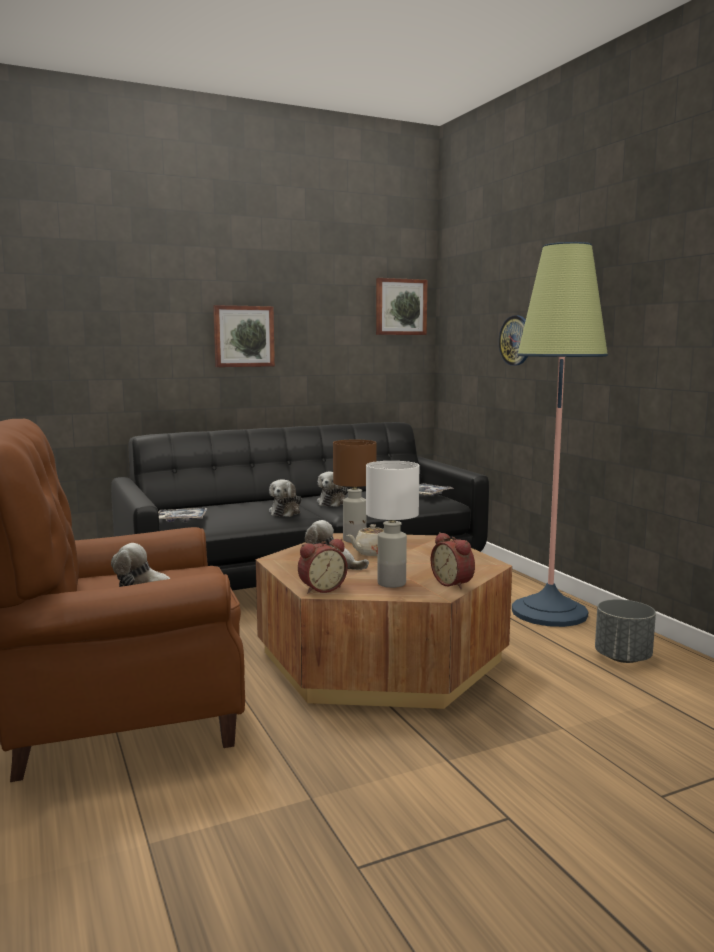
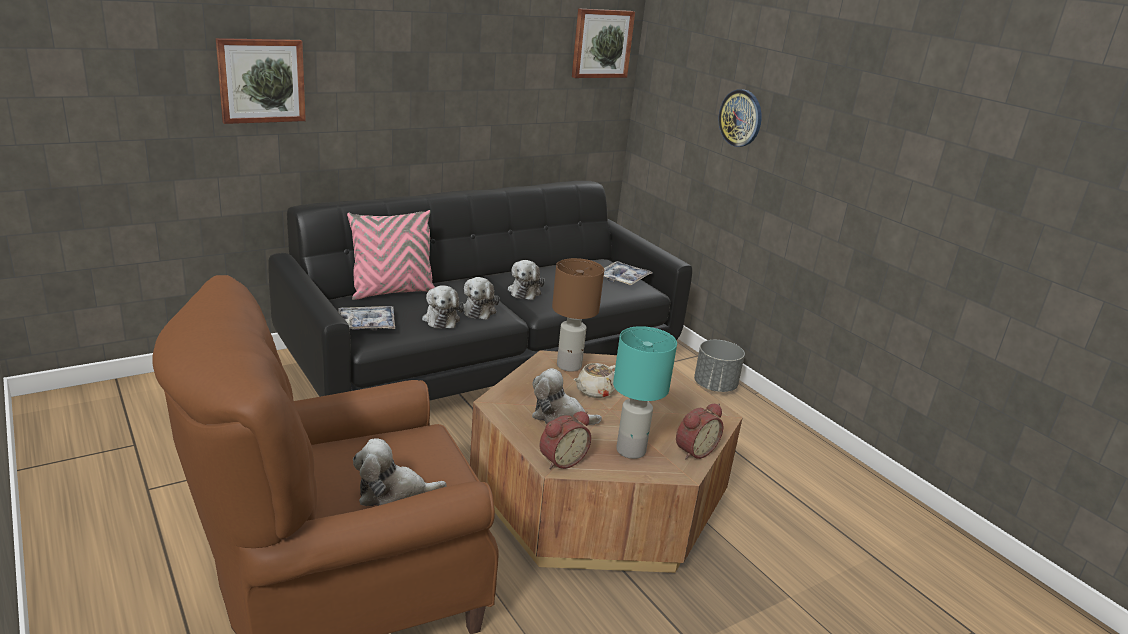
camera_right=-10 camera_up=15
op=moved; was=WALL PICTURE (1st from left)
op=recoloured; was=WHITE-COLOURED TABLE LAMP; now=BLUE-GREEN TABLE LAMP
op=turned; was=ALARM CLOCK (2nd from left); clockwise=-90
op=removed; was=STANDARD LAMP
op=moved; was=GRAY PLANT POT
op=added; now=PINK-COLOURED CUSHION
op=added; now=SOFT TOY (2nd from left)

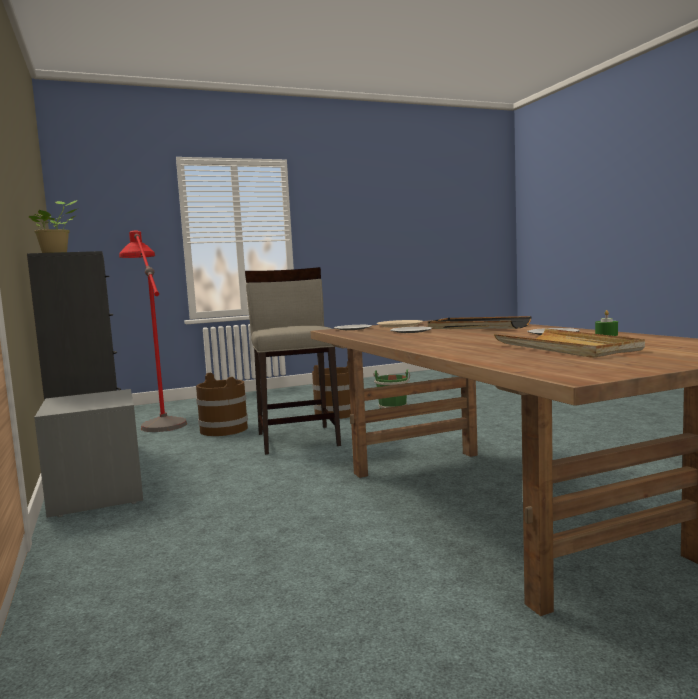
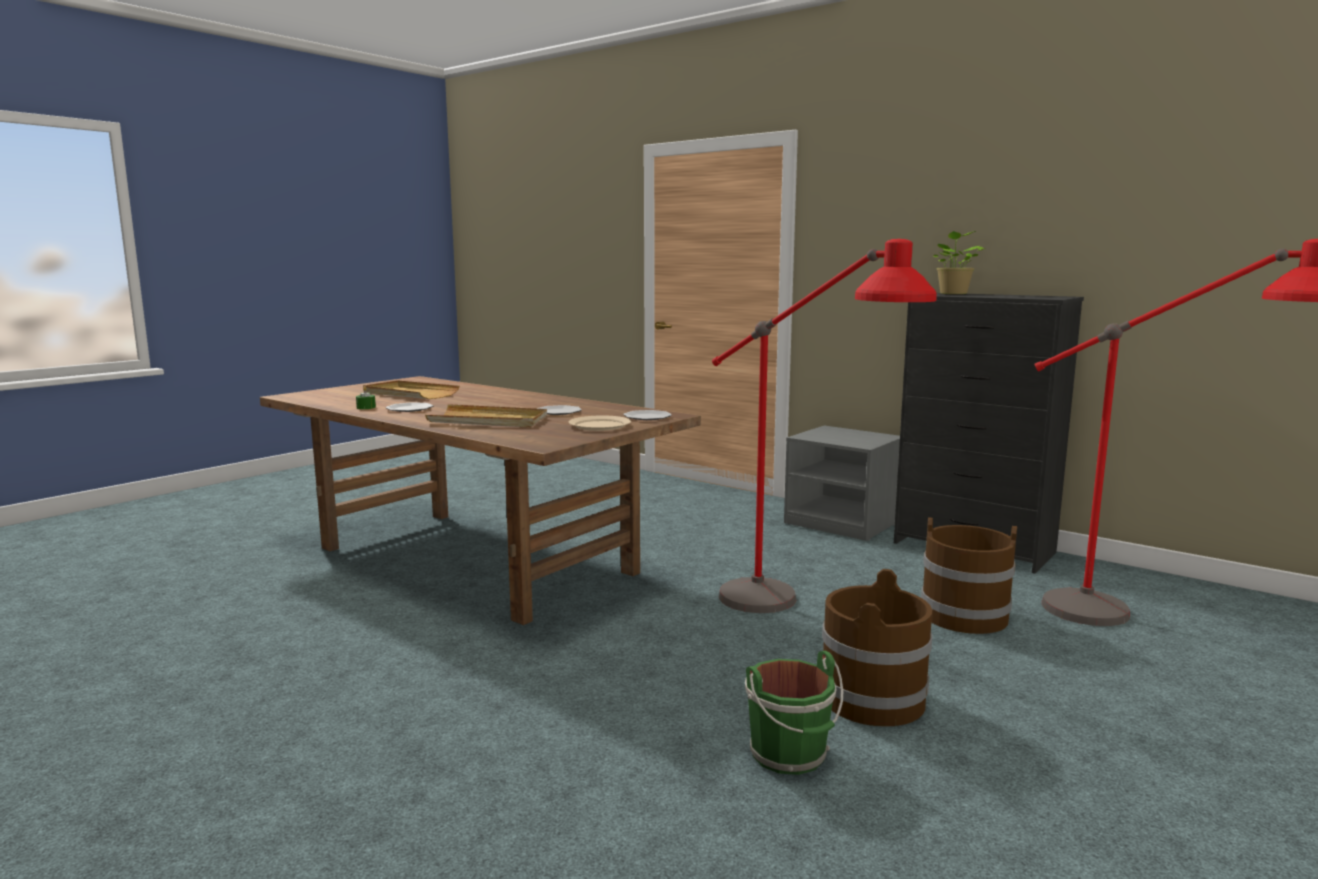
camera_right=150 camera_up=5
op=replaced; was=BEIGE STOOL SEAT; now=REDDISH STANDARD LAMP (1st from left)
op=recoloured; was=BLACKISH TRAY; now=BEIGE TRAY (2nd from left)

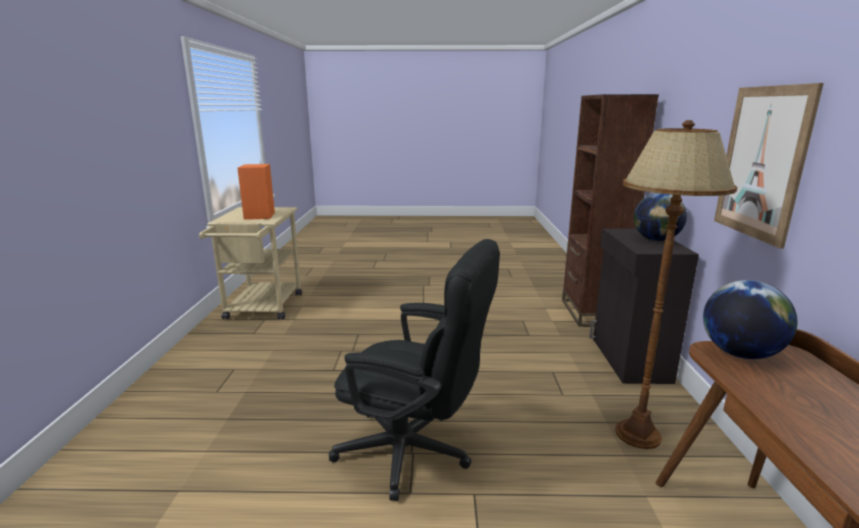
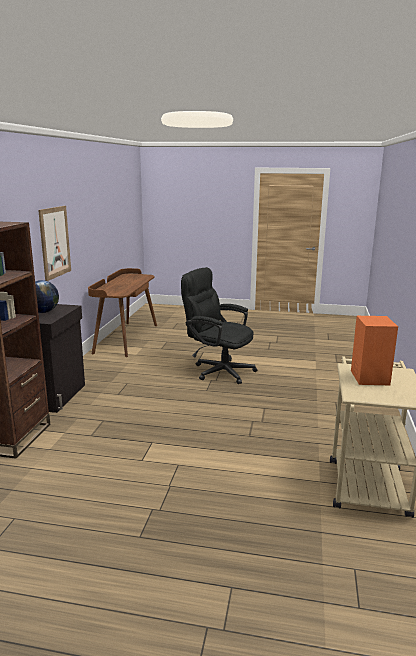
camera_right=-170 camera_up=0
op=removed; was=BROWNISH STANDARD LAMP
op=removed; was=GLOBE (2nd from left)

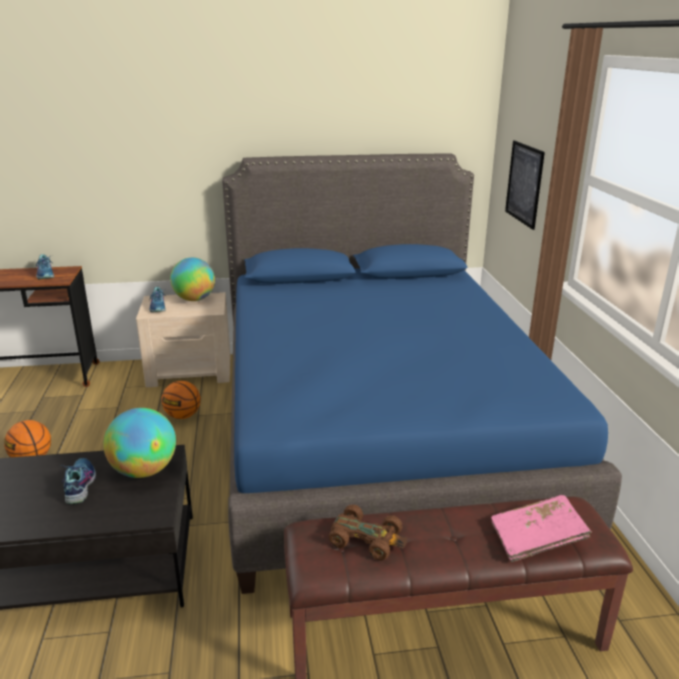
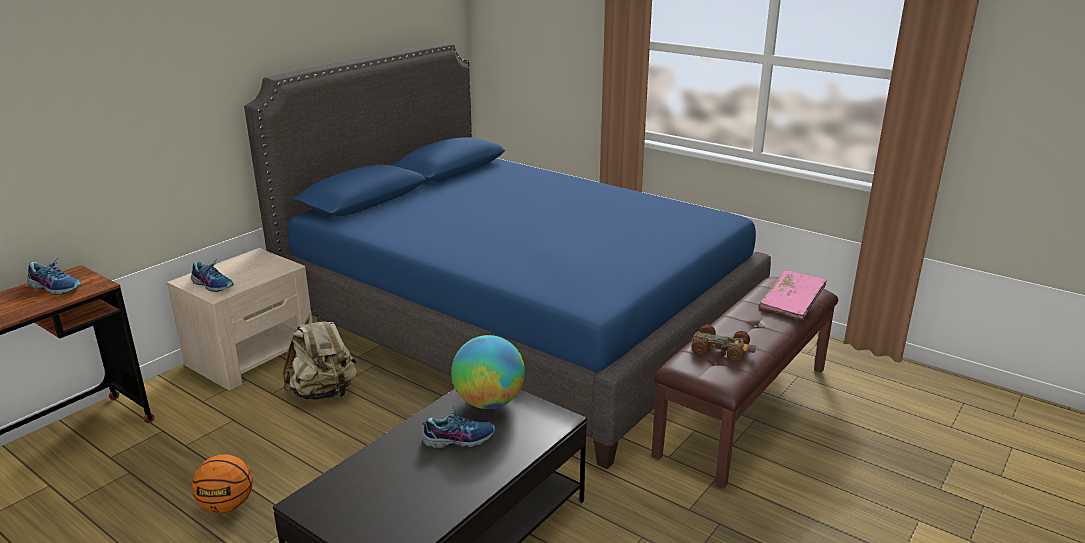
camera_right=-45 camera_up=0
op=turned; was=SHOE (2nd from left in the first image); clockwise=135
op=replaced; was=BASKETBALL BALL (2nd from left); now=BEIGE RUCKSACK
op=removed; was=GLOBE (2nd from left)
op=turned; was=BROWNISH TOY CAR; clockwise=45
op=removed; was=WALL PICTURE

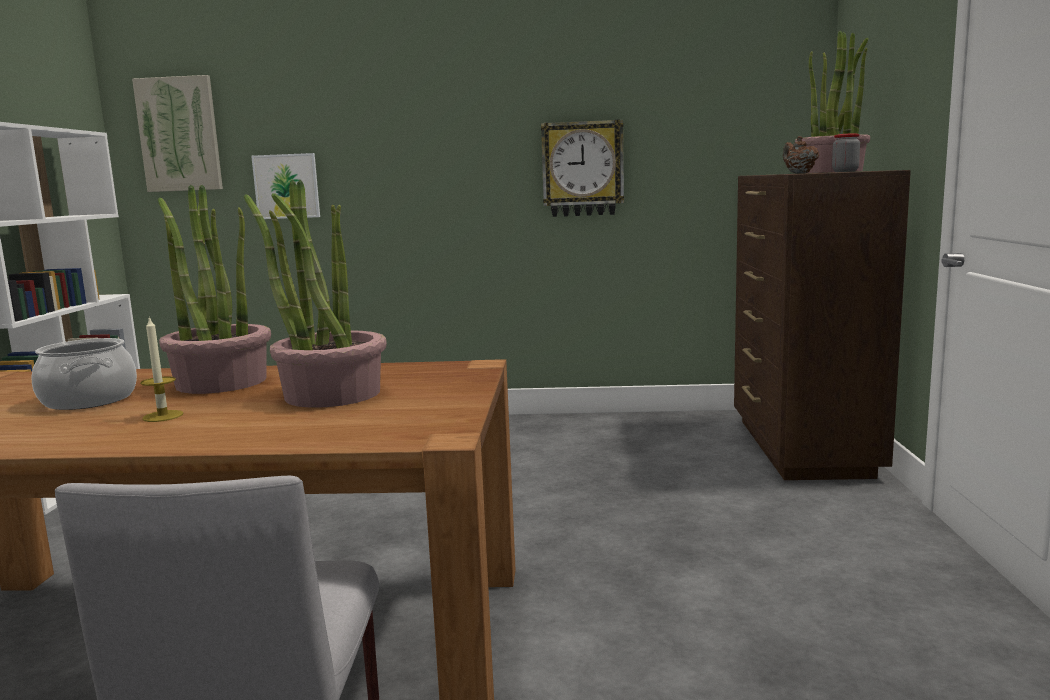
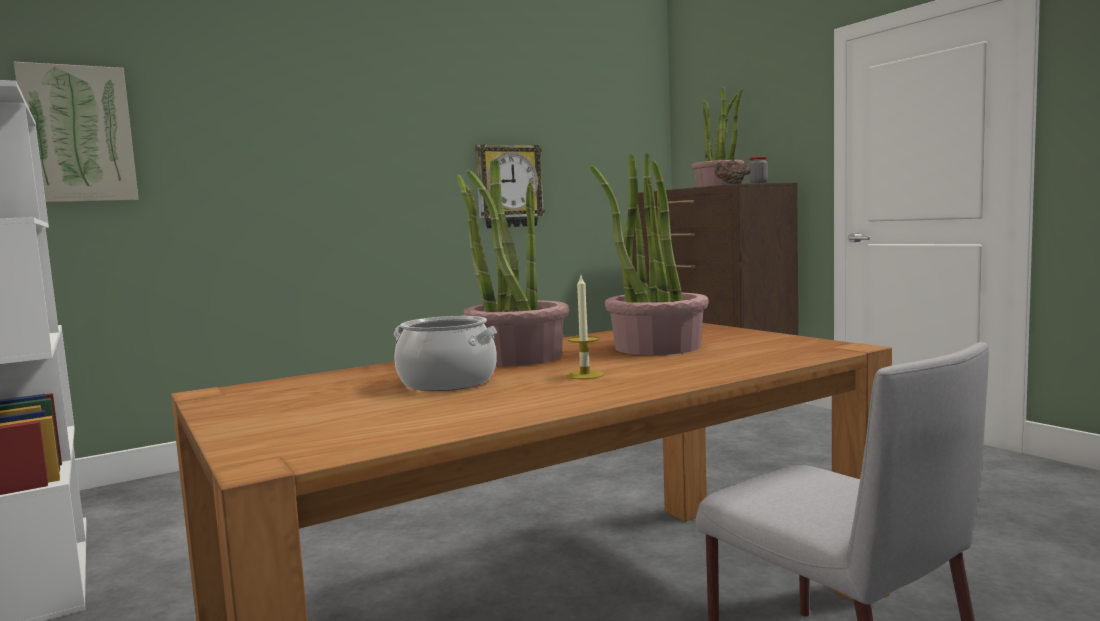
camera_right=-35 camera_up=-5
op=removed; was=WALL PICTURE (2nd from left)

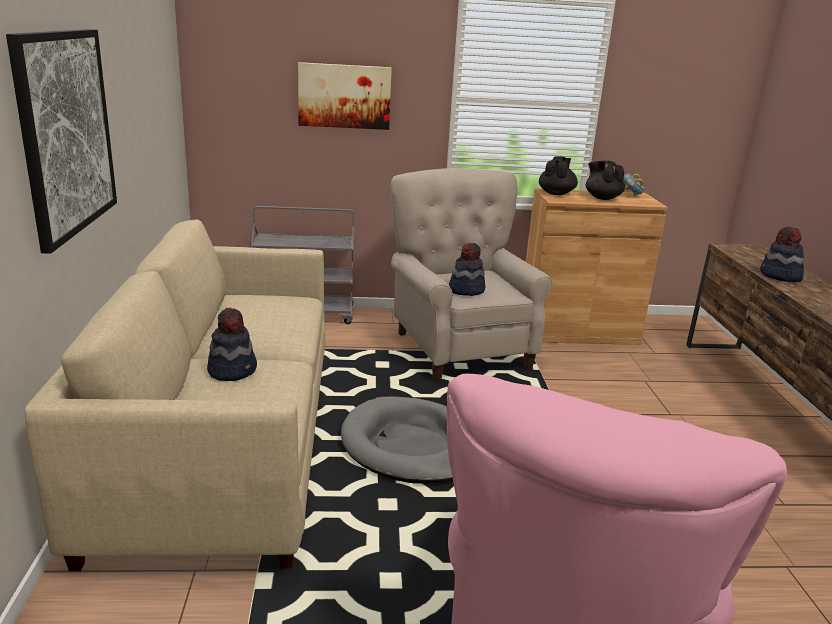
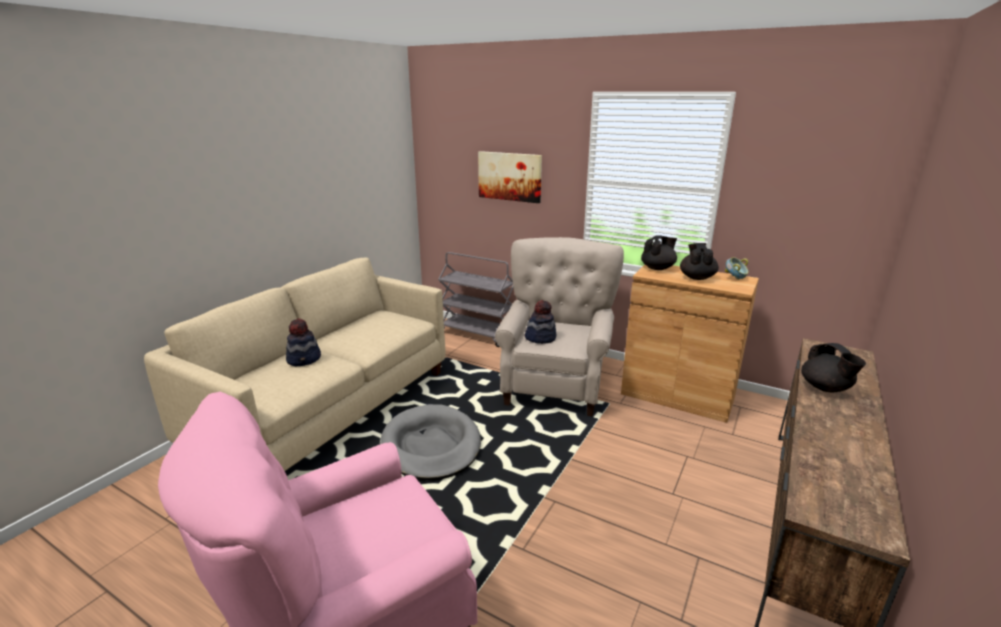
camera_right=35 camera_up=0
op=removed; was=WALL PICTURE (1st from left)
op=replaced; was=CLOTHING HAT (3rd from left); now=BLACKISH TEA POT (3rd from left)

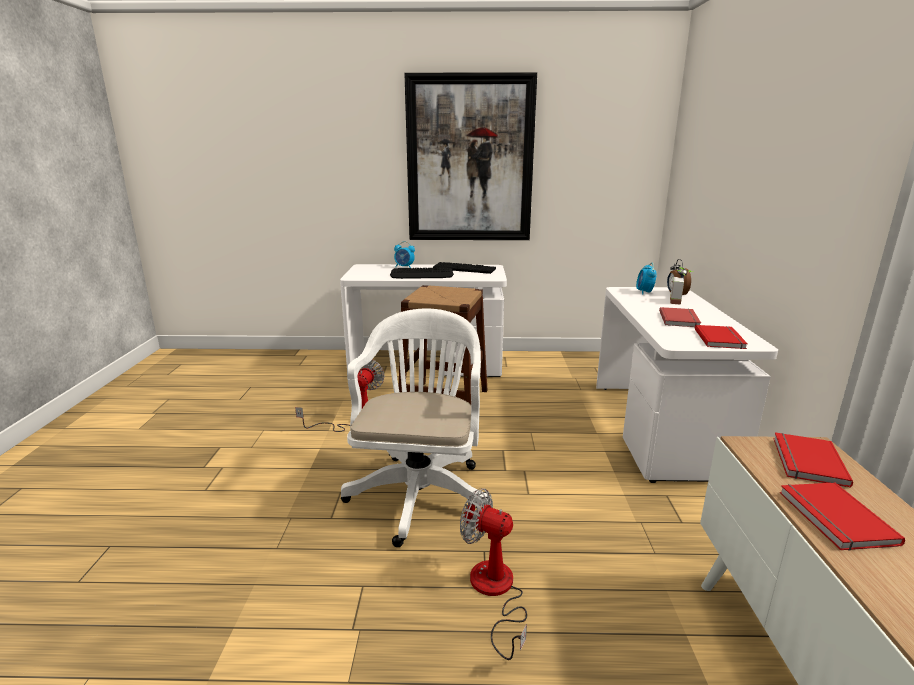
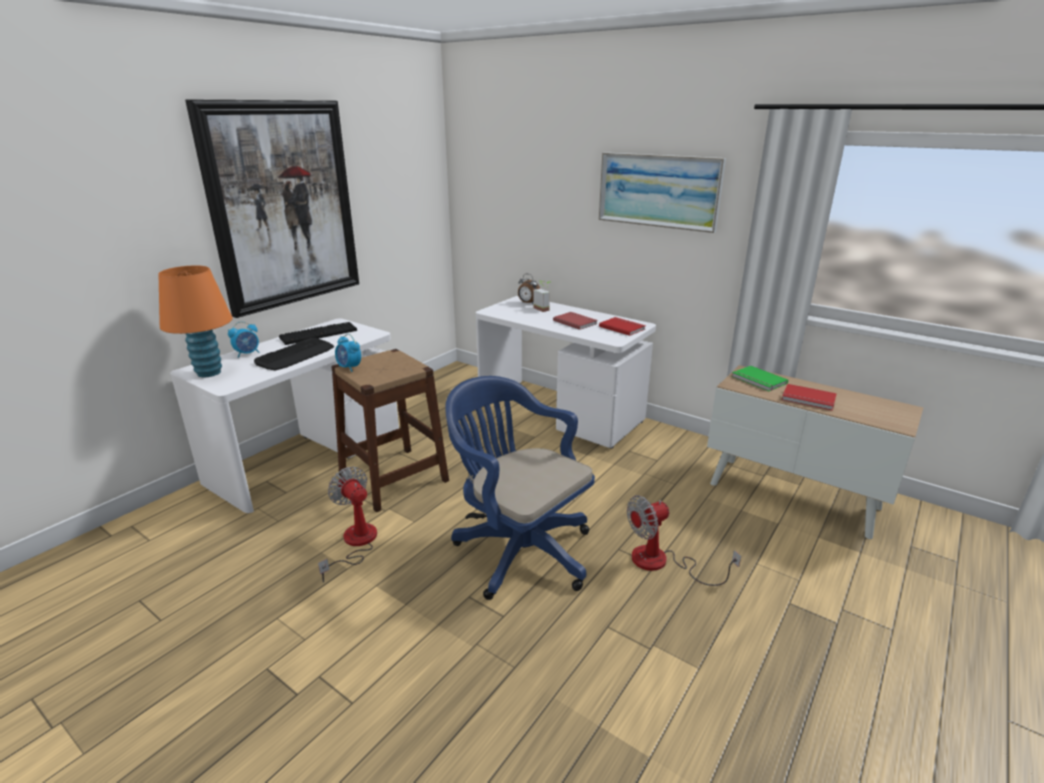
camera_right=-55 camera_up=5
op=recoloured; was=WHITE-COLOURED OFFICE CHAIR; now=BLUE-COLOURED OFFICE CHAIR
op=moved; was=ALARM CLOCK (2nd from left)
op=recoloured; was=REDDISH BOUND BOOK (3rd from left); now=GREEN BOUND BOOK
op=added; now=ORANGE-COLOURED TABLE LAMP
op=added; now=WALL PICTURE (2nd from left)

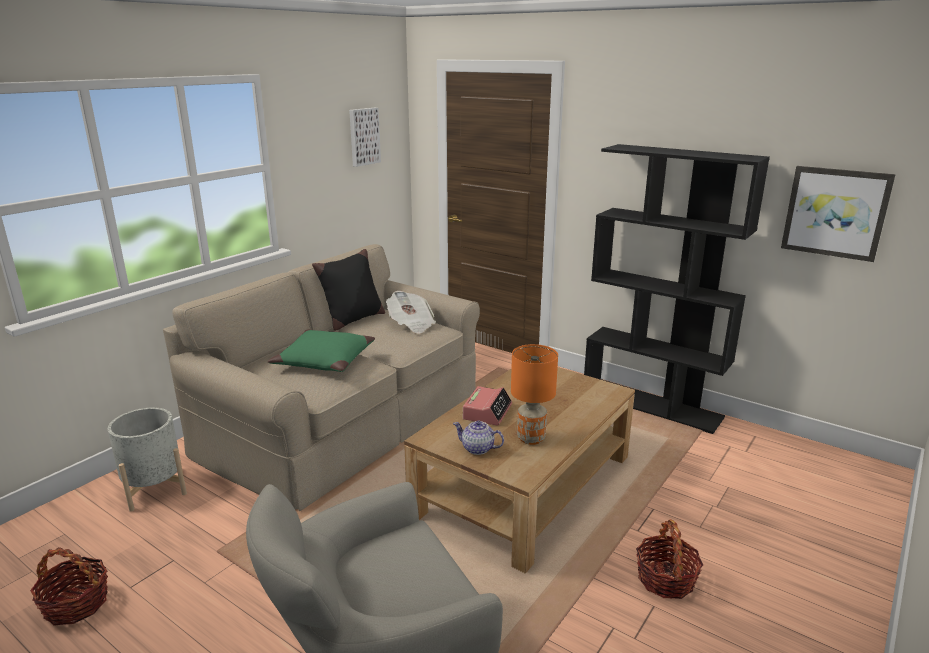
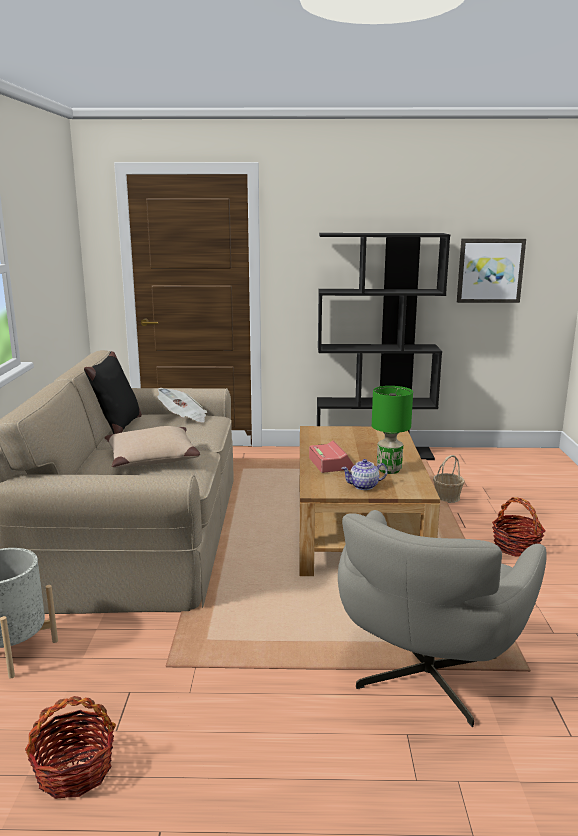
camera_right=-35 camera_up=-5
op=recoloured; was=GREEN CUSHION; now=BEIGE CUSHION
op=removed; was=WALL PICTURE (1st from left)
op=recoloured; was=ORANGE-COLOURED TABLE LAMP; now=GREEN TABLE LAMP
op=added; now=STORAGE BASKET (2nd from left)

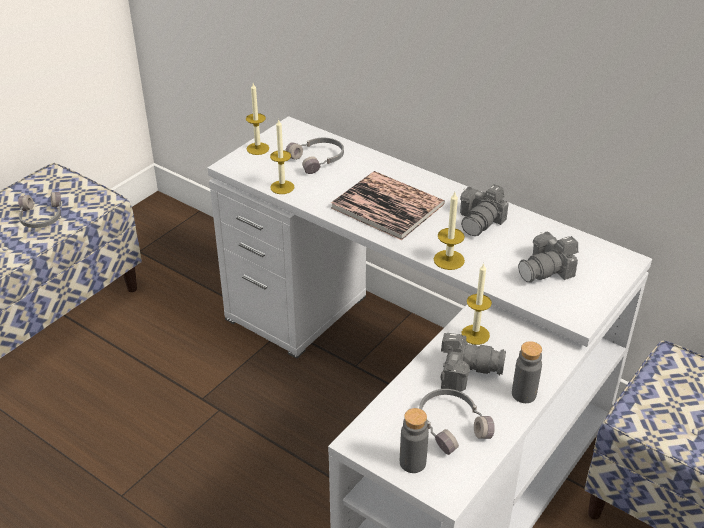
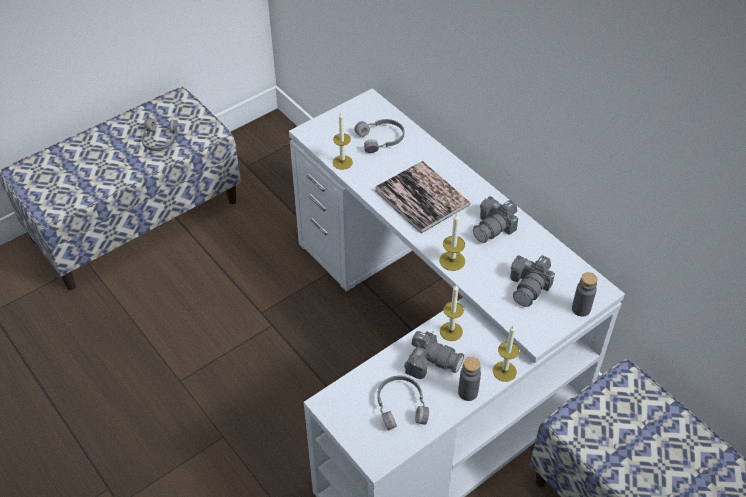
camera_right=15 camera_up=10
op=moved; was=CANDLE (1st from left in the first image); now=CANDLE (4th from left)
op=moved; was=GRAY BEVERAGE BOTTLE (1st from left in the first image); now=GRAY BEVERAGE BOTTLE (2nd from left)
op=turned; was=PHOTO CAMERA (3rd from left); clockwise=-45

